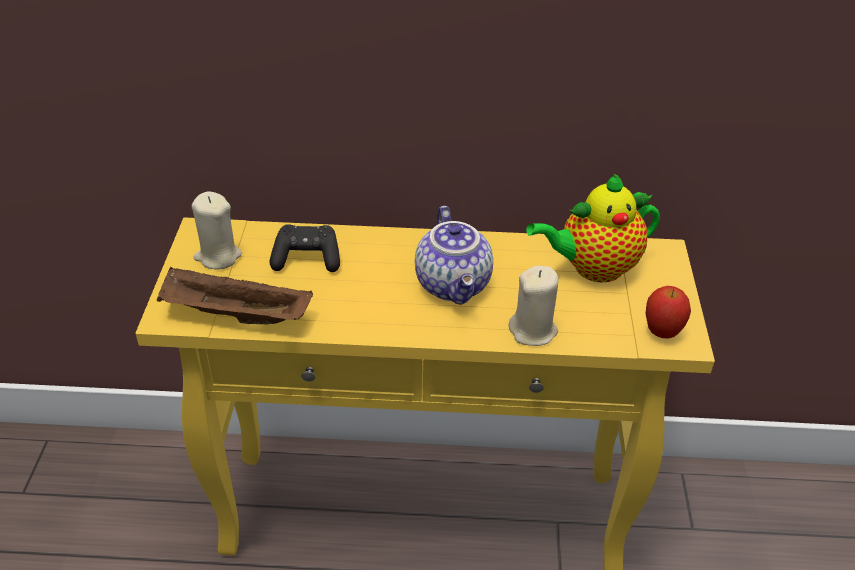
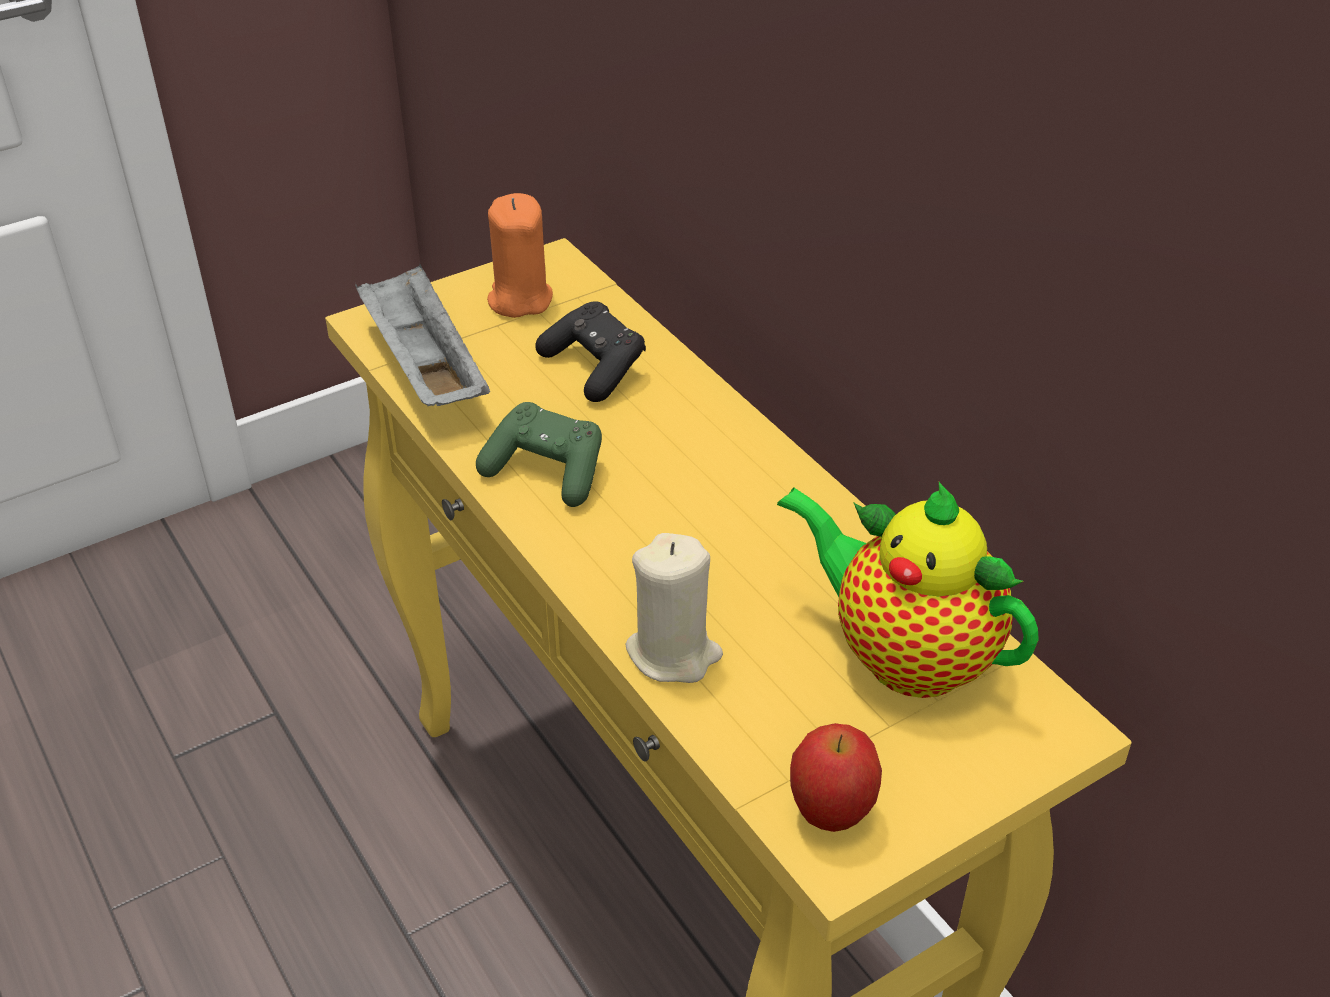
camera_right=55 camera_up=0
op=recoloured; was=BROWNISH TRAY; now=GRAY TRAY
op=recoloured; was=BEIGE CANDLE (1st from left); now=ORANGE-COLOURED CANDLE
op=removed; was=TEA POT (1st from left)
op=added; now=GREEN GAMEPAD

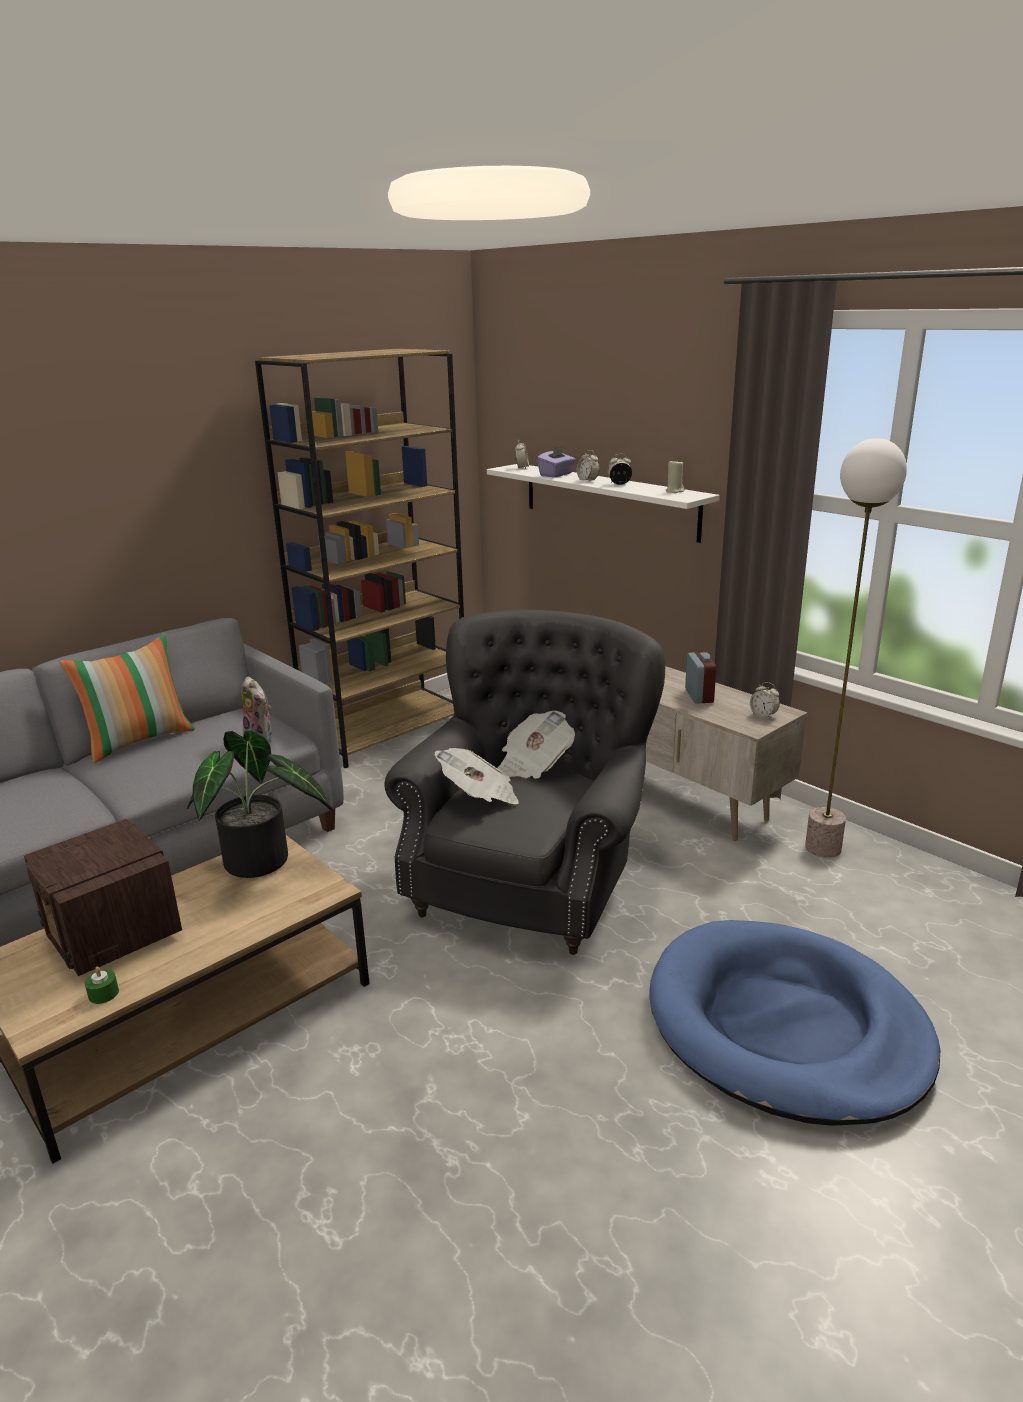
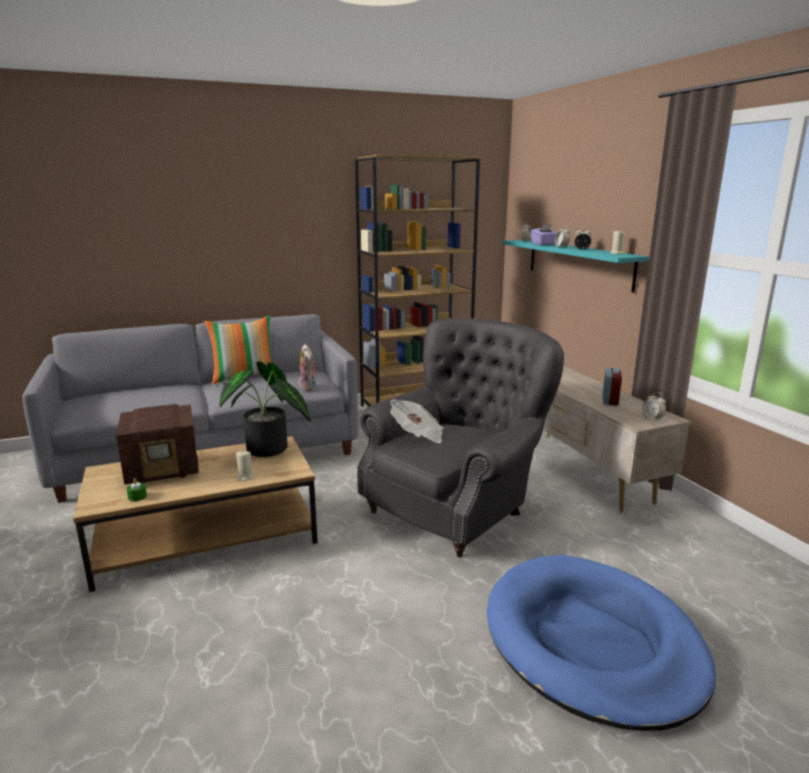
camera_right=20 camera_up=-5
op=turned; was=RADIO RECEIVER; clockwise=-90
op=recoloured; was=WHITE-COLOURED WALL SHELF; now=BLUE-GREEN WALL SHELF
op=removed; was=NEWSPAPER (2nd from left)
op=removed; was=STANDARD LAMP
op=added; now=BEIGE CANDLE (1st from left)

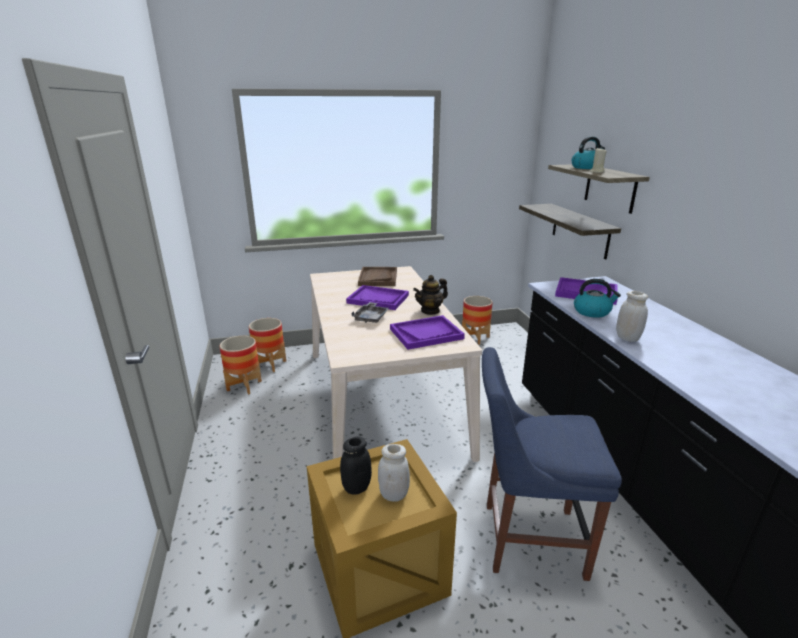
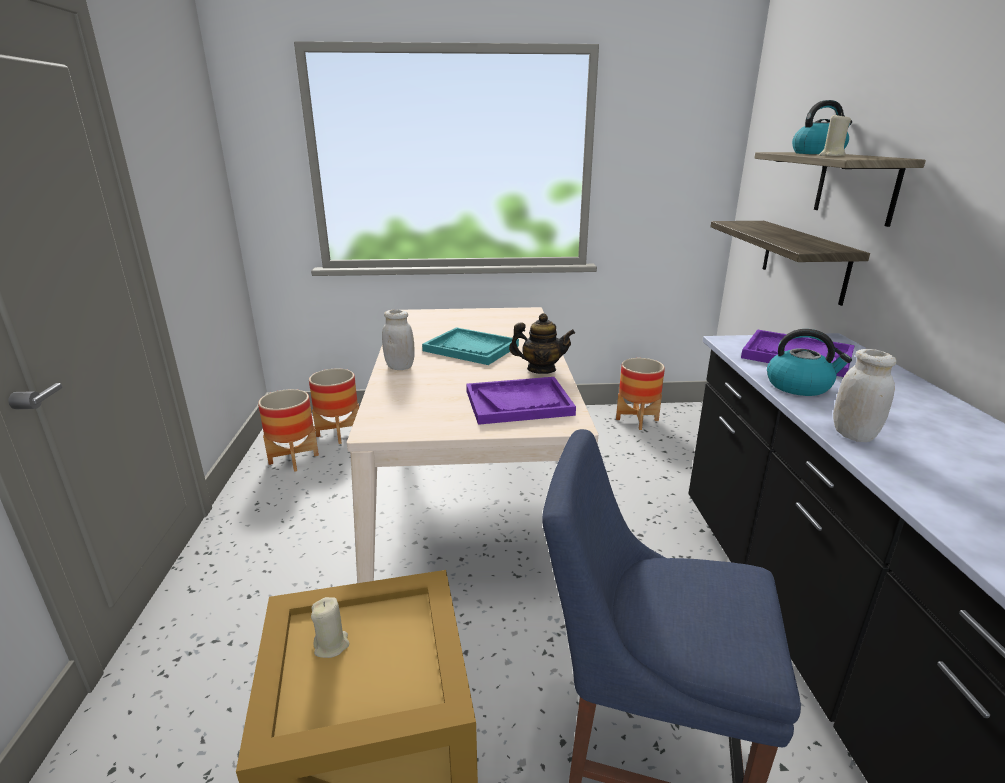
camera_right=10 camera_up=0
op=replaced; was=BLACKISH STORAGE JAR; now=BEIGE CANDLE (1st from left)
op=recoloured; was=PURPLE TRAY (1st from left); now=BLUE-GREEN TRAY
op=removed; was=GRAY TRAY
op=removed; was=BROWNISH TRAY
op=moved; was=WHITE-COLOURED STORAGE JAR (1st from left)
op=turned; was=TEA POT; clockwise=-150

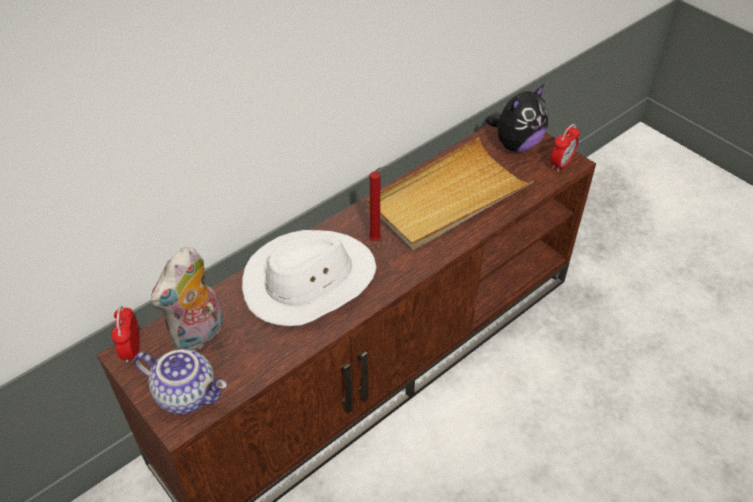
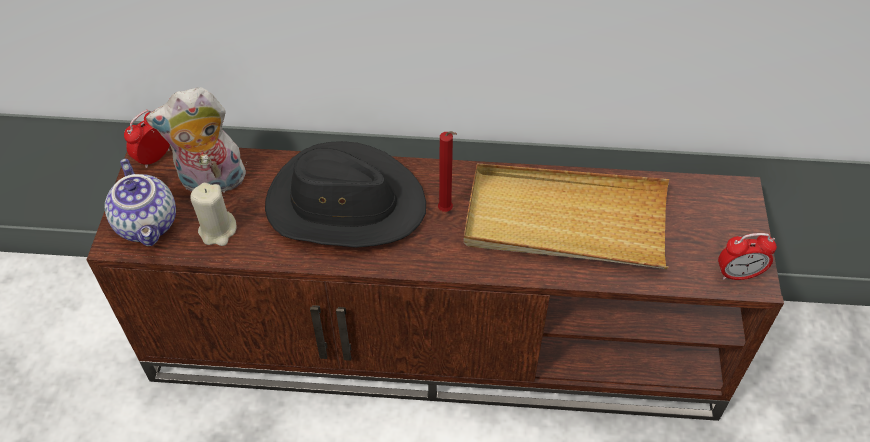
camera_right=45 camera_up=5
op=recoloured; was=WHITE-COLOURED CLOTHING HAT; now=BLACKISH CLOTHING HAT
op=removed; was=SOFT TOY (2nd from left)
op=added; now=BEIGE CANDLE

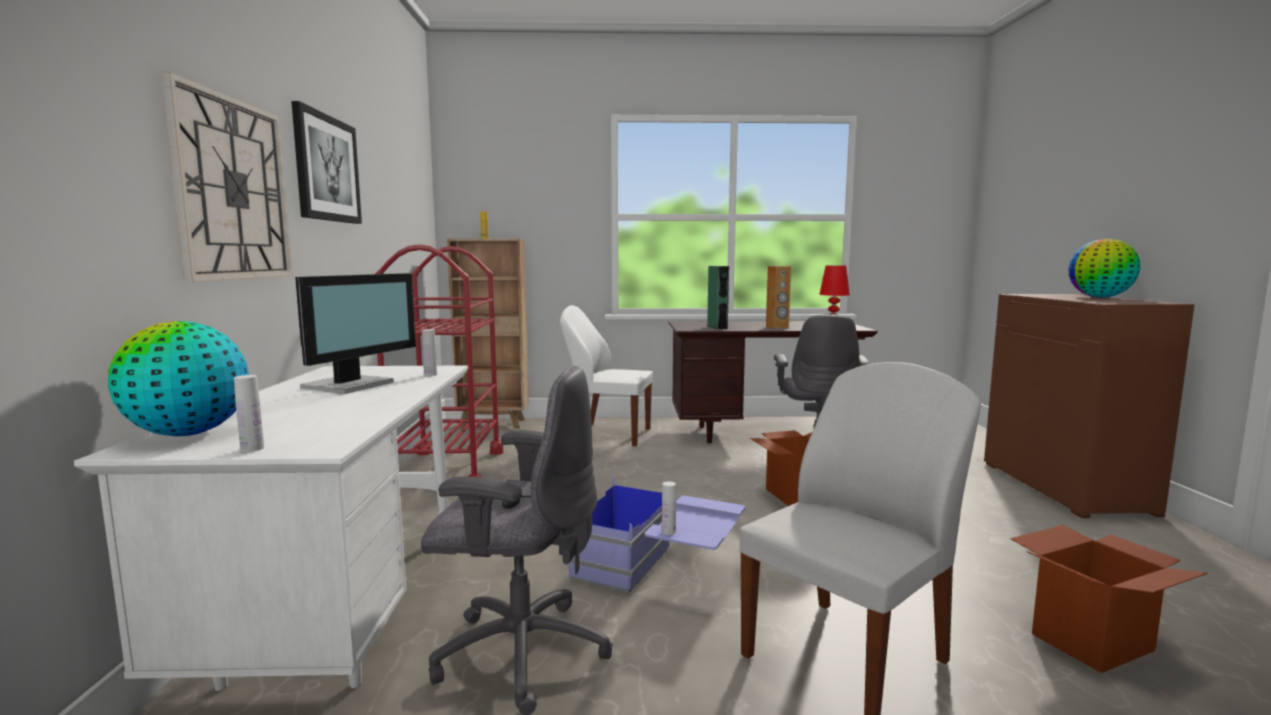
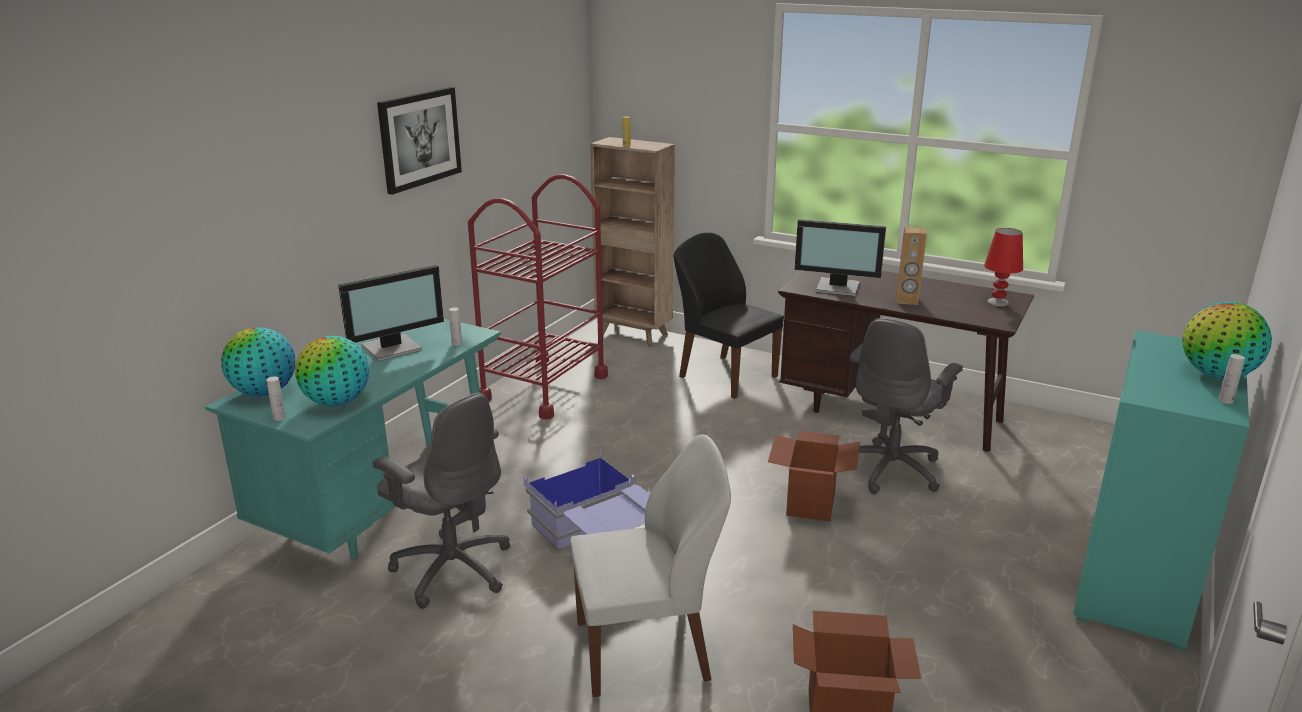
camera_right=30 camera_up=15
op=recoloured; was=WHITE-COLOURED DESK TABLE; now=BLUE-GREEN DESK TABLE
op=removed; was=HANGING CLOCK
op=recoloured; was=WHITE-COLOURED PLAIN CHAIR (1st from left); now=BLACKISH PLAIN CHAIR
op=moved; was=WHITE-COLOURED BEVERAGE BOTTLE (3rd from left)
op=replaced; was=GREEN SPEAKER; now=COMPUTER DISPLAY (2nd from left)
op=recoloured; was=BROWNISH CABINET; now=BLUE-GREEN CABINET
op=added; now=GLOBE (2nd from left)

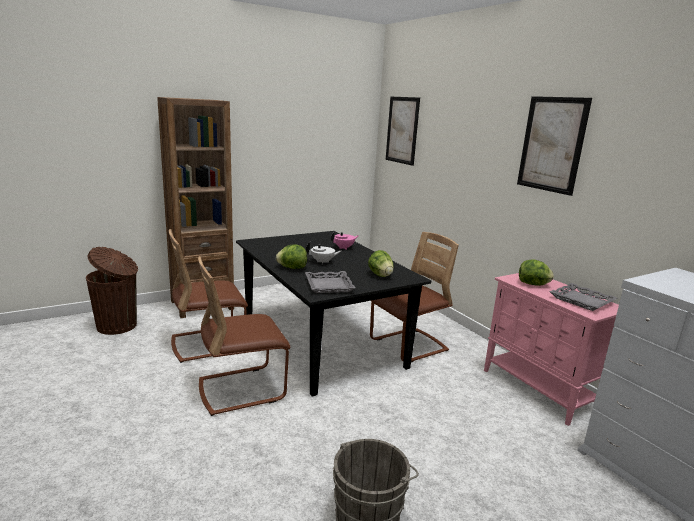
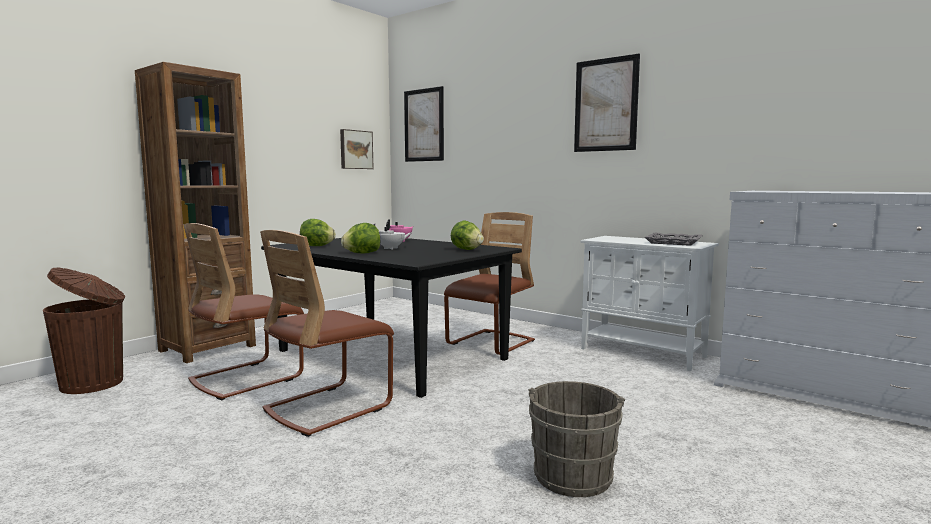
camera_right=-20 camera_up=-10
op=removed; was=GRAY TRAY (1st from left)
op=recoloured; was=PINK-COLOURED CABINET; now=WHITE-COLOURED CABINET
op=moved; was=LETTUCE HEAD (3rd from left in the first image); now=LETTUCE HEAD (1st from left)
op=added; now=WALL PICTURE (1st from left)

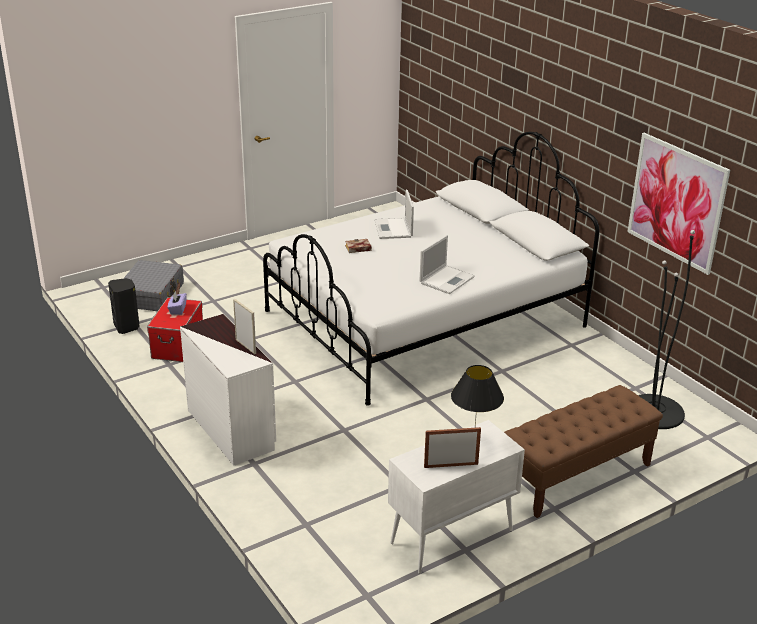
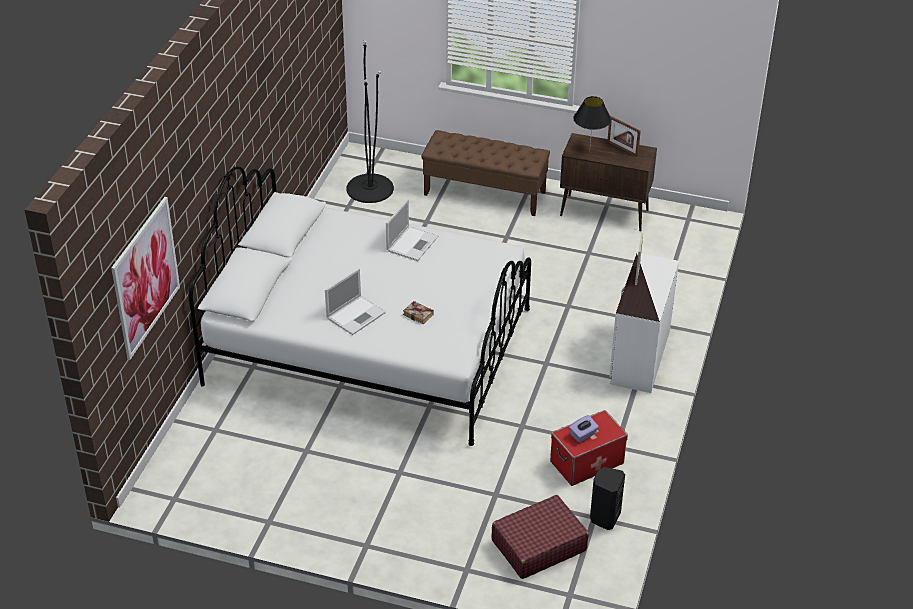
camera_right=-130 camera_up=10
op=recoloured; was=GRAY PIECE OF LUGGAGE; now=REDDISH PIECE OF LUGGAGE
op=recoloured; was=WHITE-COLOURED CABINET; now=BROWNISH CABINET
op=turned; was=LAPTOP (2nd from left); clockwise=120
op=moved; was=WALL PICTURE

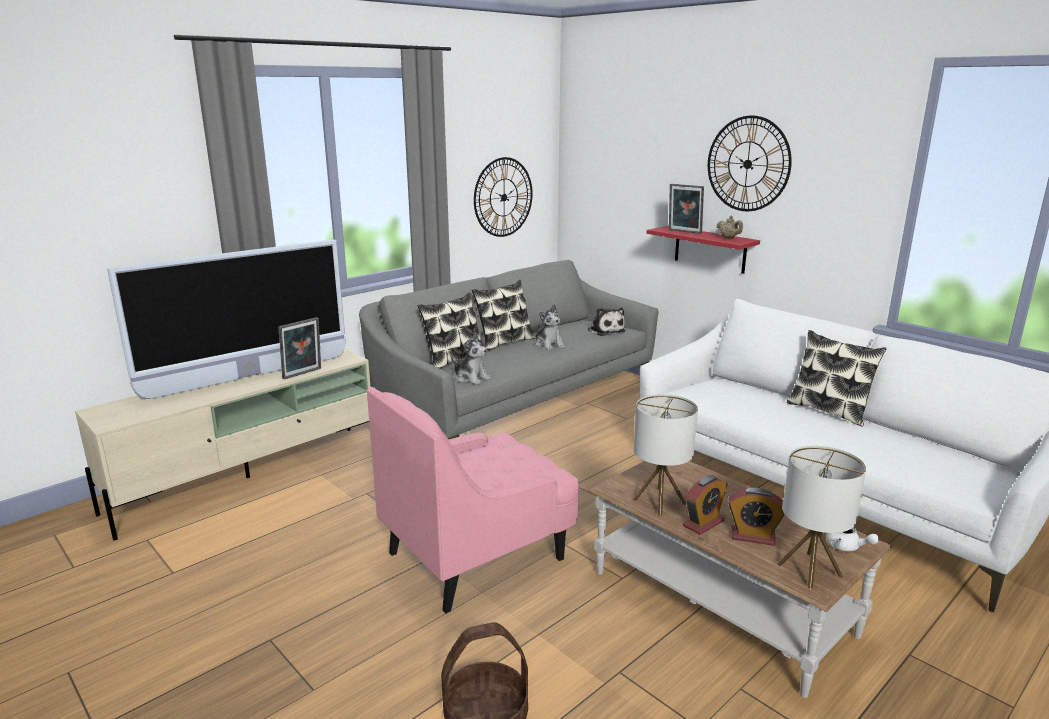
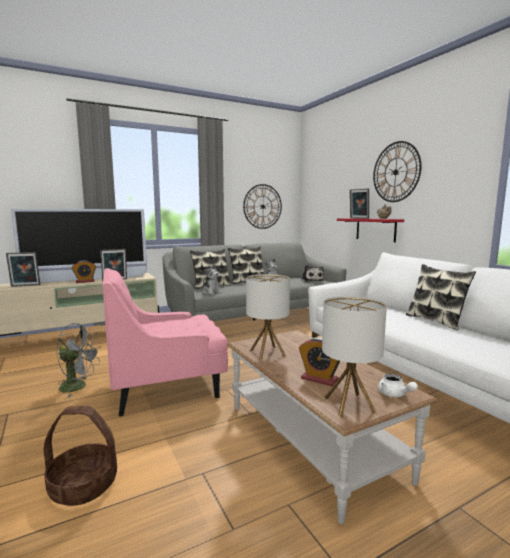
camera_right=15 camera_up=-10
op=moved; was=ALARM CLOCK (1st from left)
op=added; now=PHOTO FRAME (1st from left)
op=added; now=GRAY ELECTRIC FAN

